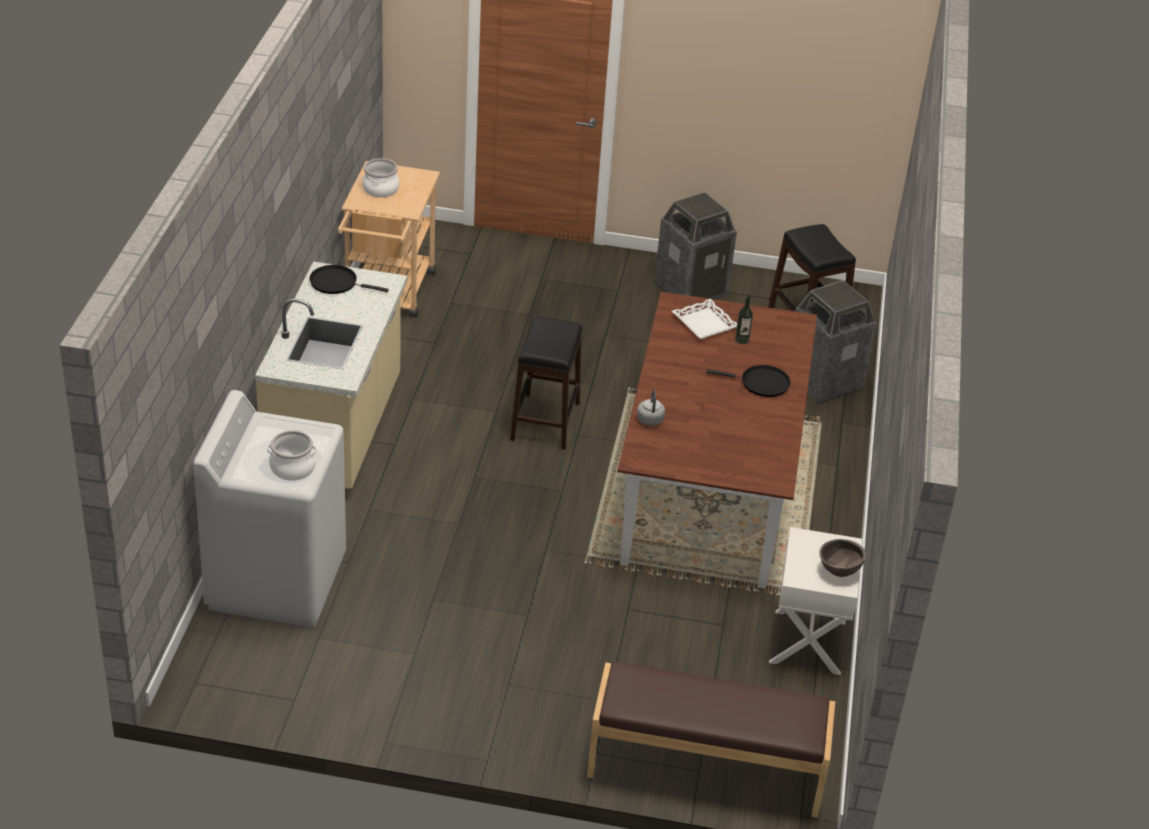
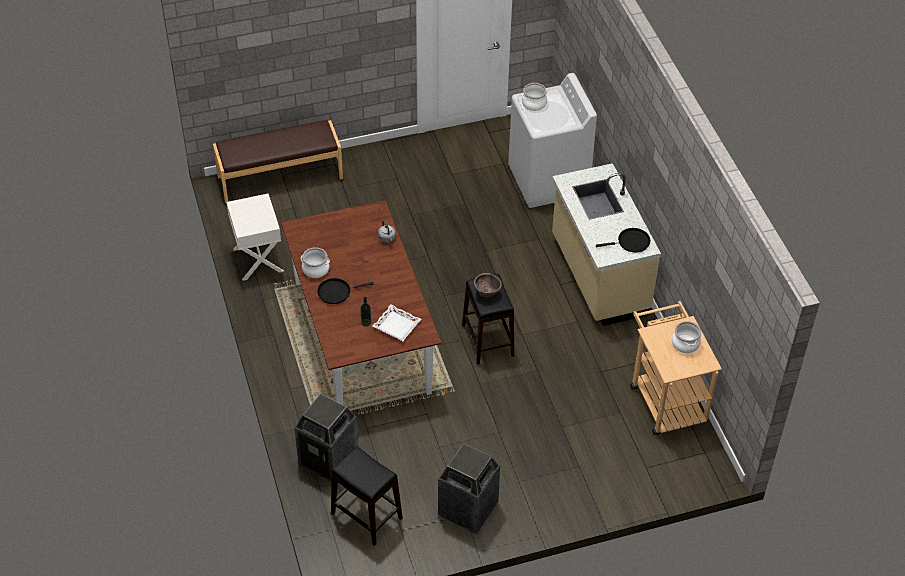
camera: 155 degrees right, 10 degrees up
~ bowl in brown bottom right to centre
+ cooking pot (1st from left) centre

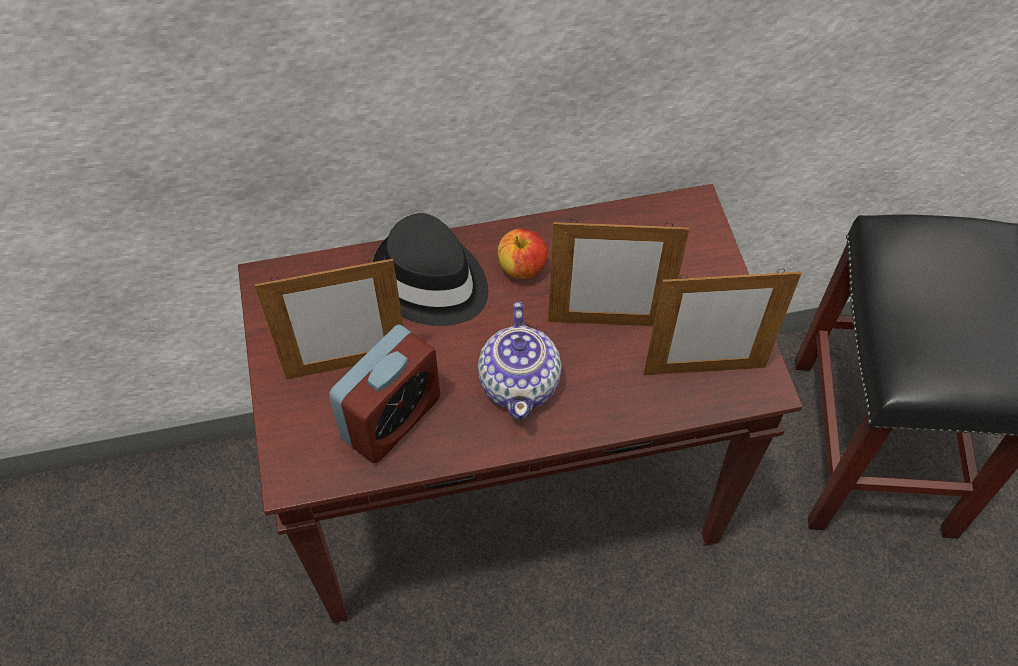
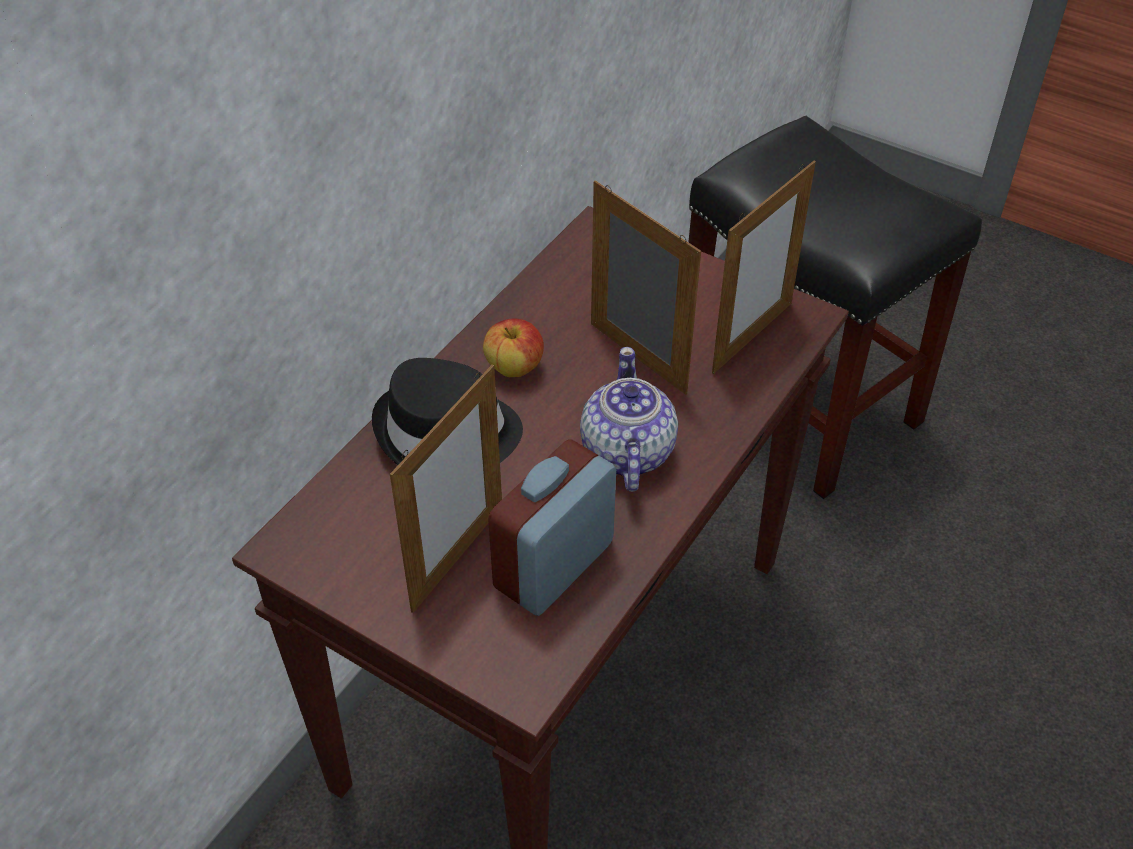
camera: 45 degrees left, 10 degrees down
~ alarm clock centre = centre 135 degrees counterclockwise
~ teapot centre = centre 135 degrees counterclockwise
~ picture frame (2nd from left) centre = centre 90 degrees counterclockwise

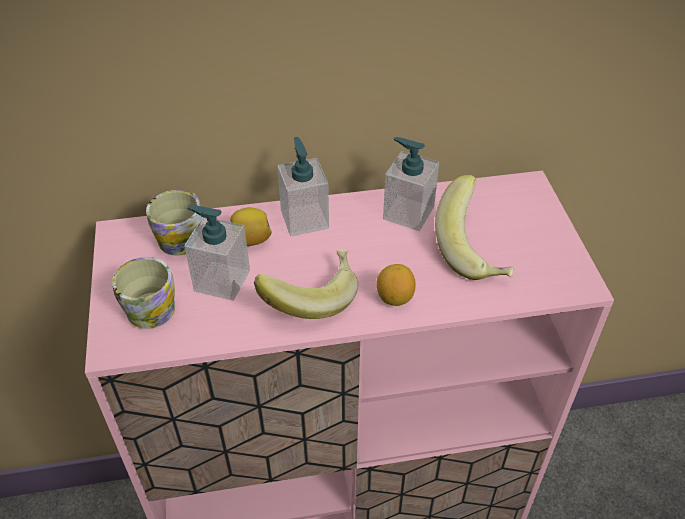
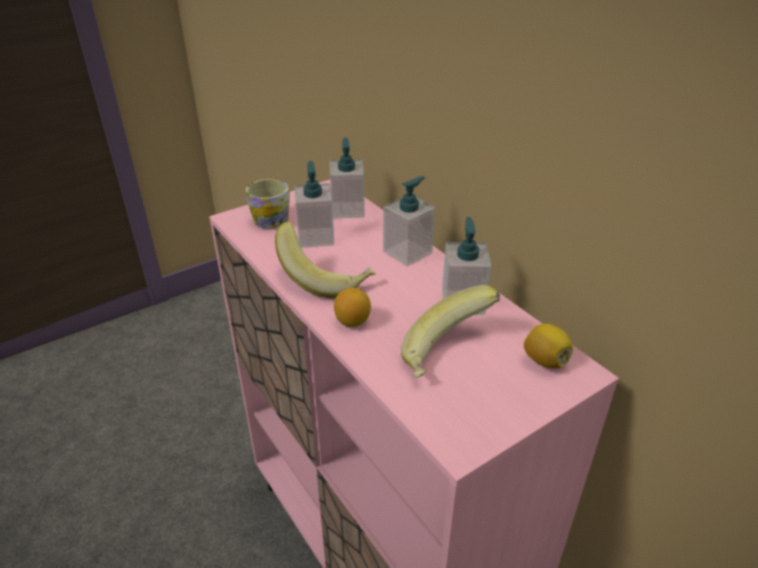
camera: 65 degrees right, 10 degrees down
~ mug (2nd from left) middle left to soap dispenser (2nd from left) top centre
~ lemon (1st from left in the first image) centre to lemon (2nd from left) middle right

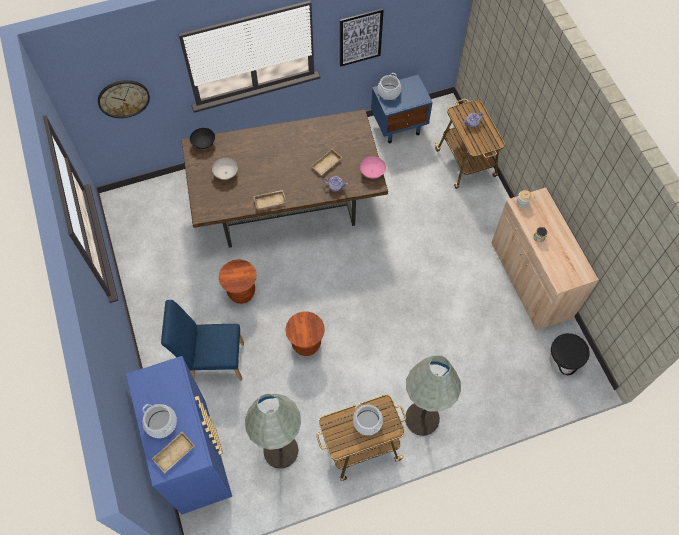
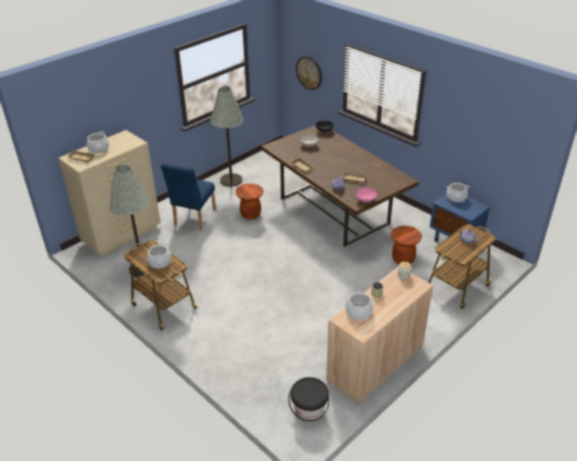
camera: 65 degrees right, 25 degrees down
~ dresser in blue bottom left to dresser in beige middle left
~ chair in blue middle left = middle left 135 degrees counterclockwise
~ stool in brown (2nd from left) centre to middle right
- picture top centre
~ floor lamp in grey (2nd from left) bottom centre to top centre
+ cooking pot (3rd from left) centre

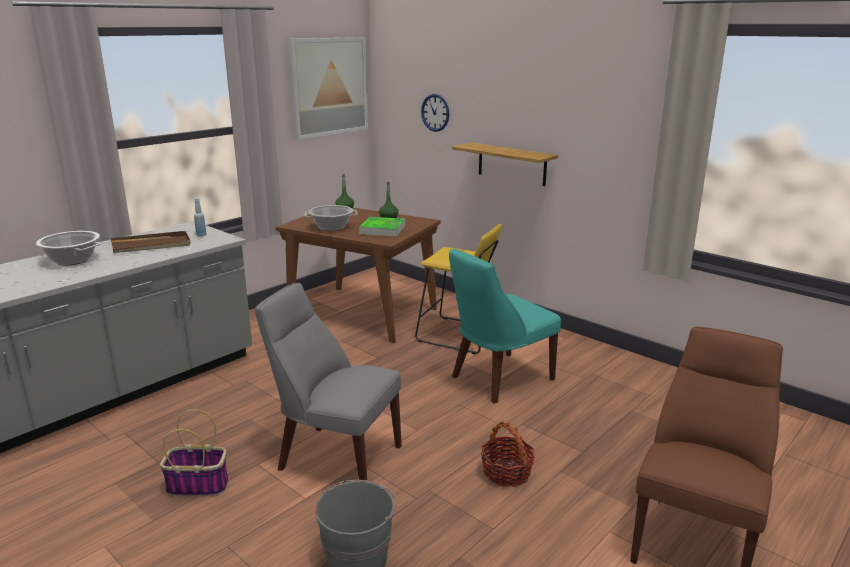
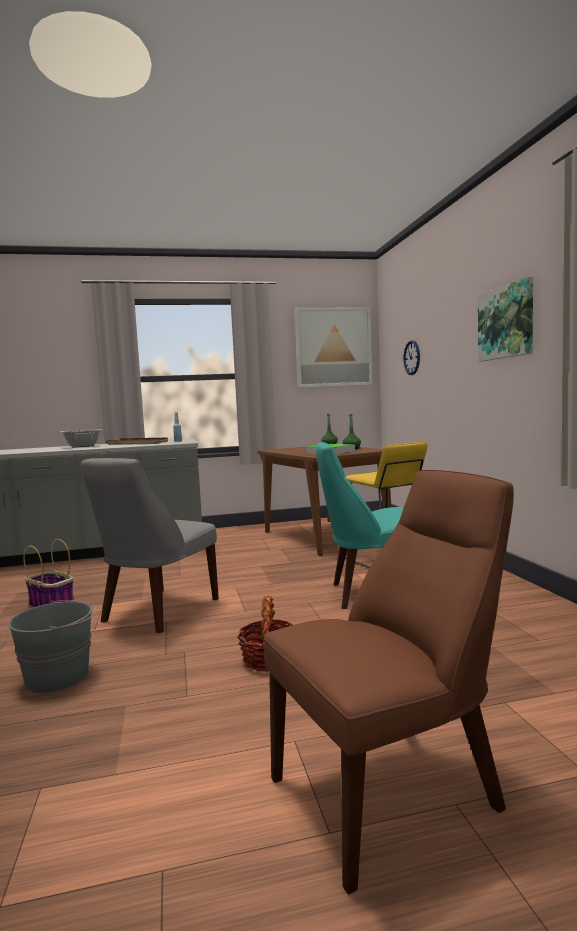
camera: 35 degrees right, 15 degrees down
~ chair in grey bottom centre = middle left 120 degrees counterclockwise
- cooking pot (2nd from left) centre
- shelf top centre
+ picture (2nd from left) middle right

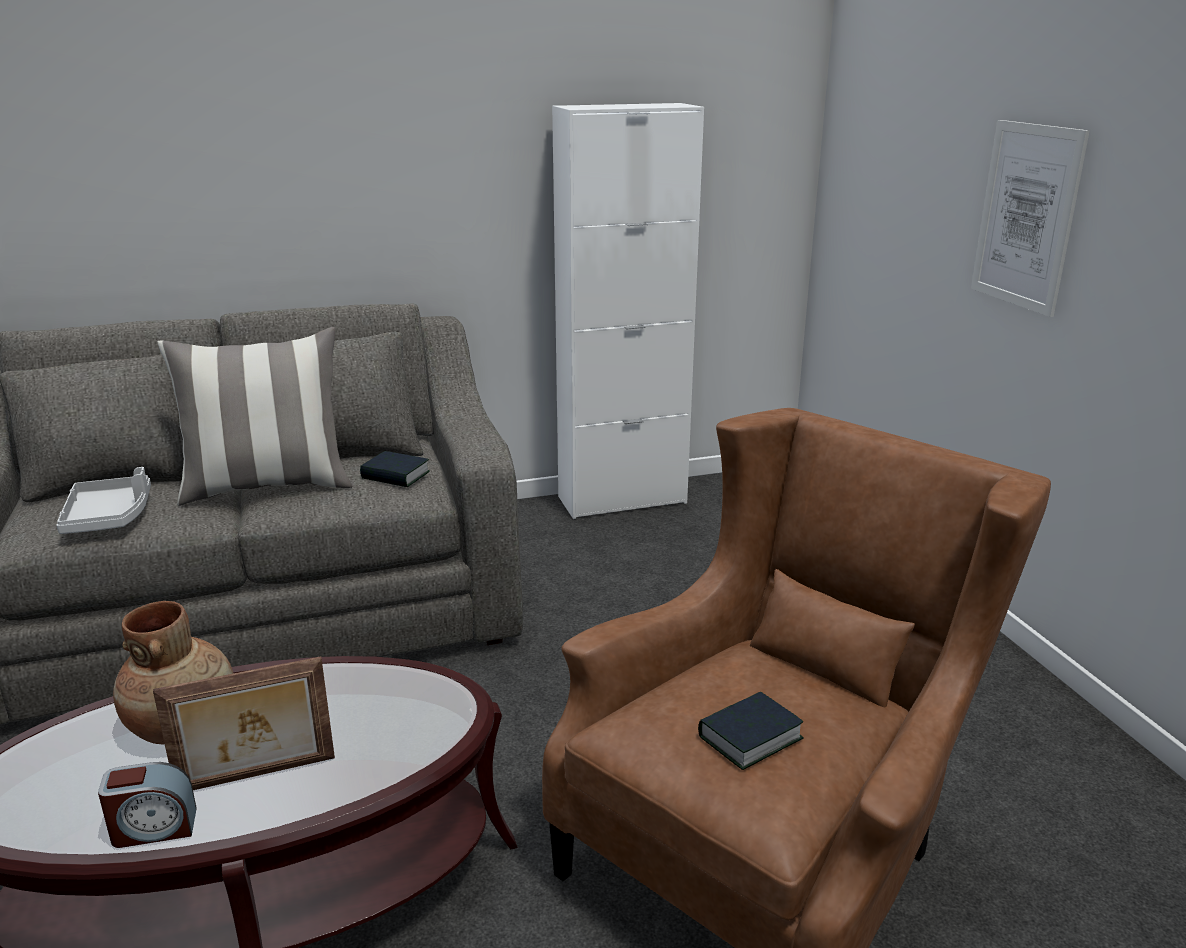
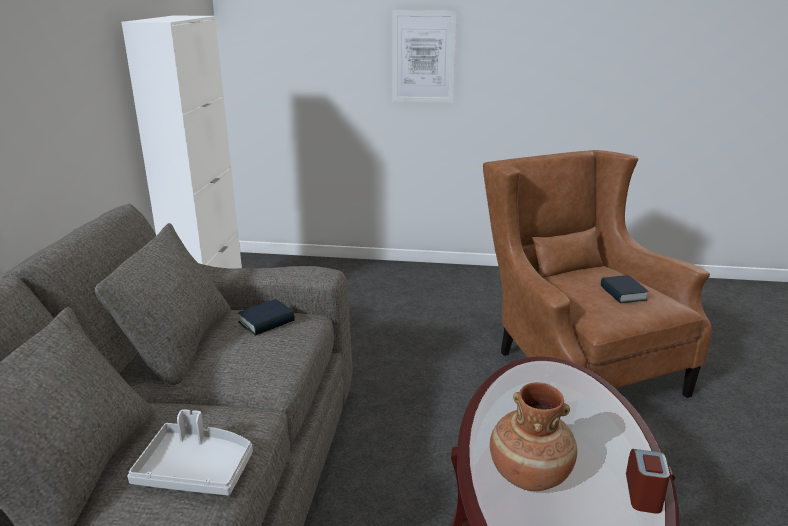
camera: 65 degrees left, 0 degrees up
- picture frame bottom left
- pillow middle left

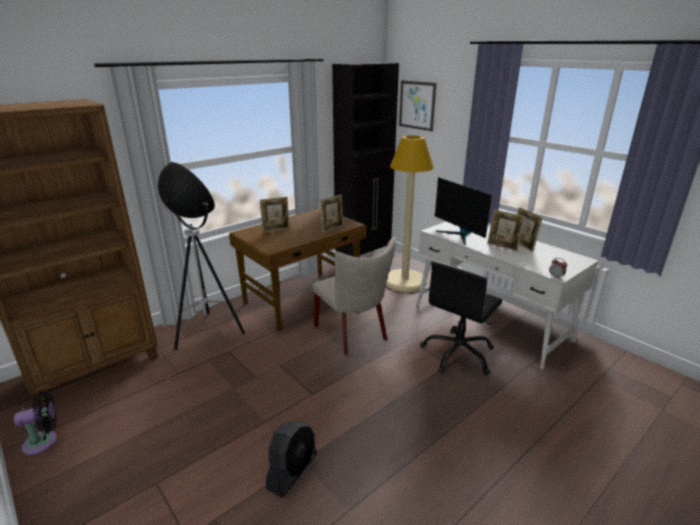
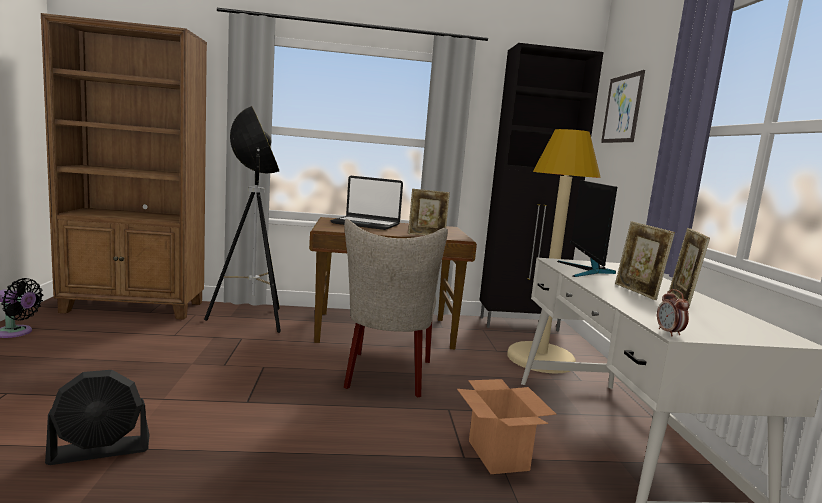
camera: 35 degrees right, 15 degrees down
~ picture frame (1st from left) centre to laptop centre
~ office chair in black centre to cardboard box bottom centre

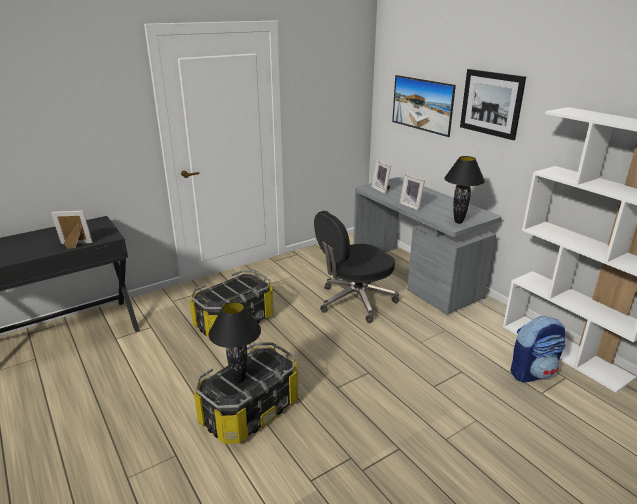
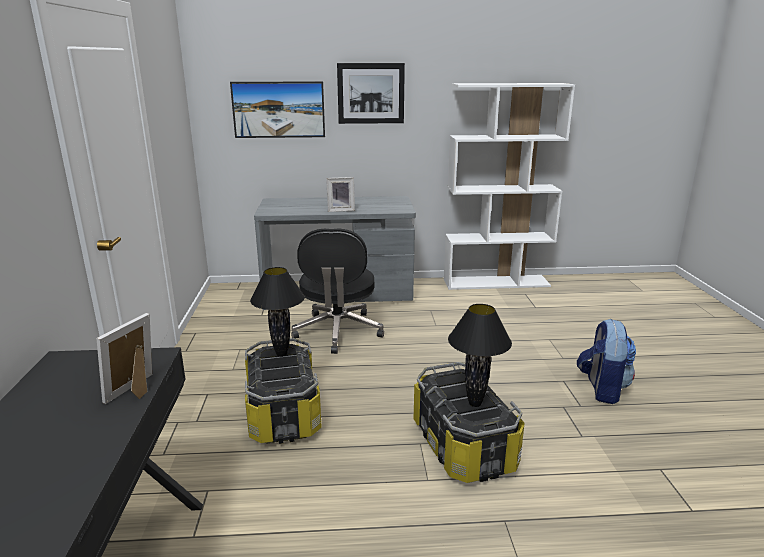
camera: 60 degrees left, 5 degrees down
- picture frame (2nd from left) centre
~ table lamp in black (2nd from left in the first image) middle right to table lamp in black (1st from left) centre
~ backpack bottom right to middle right

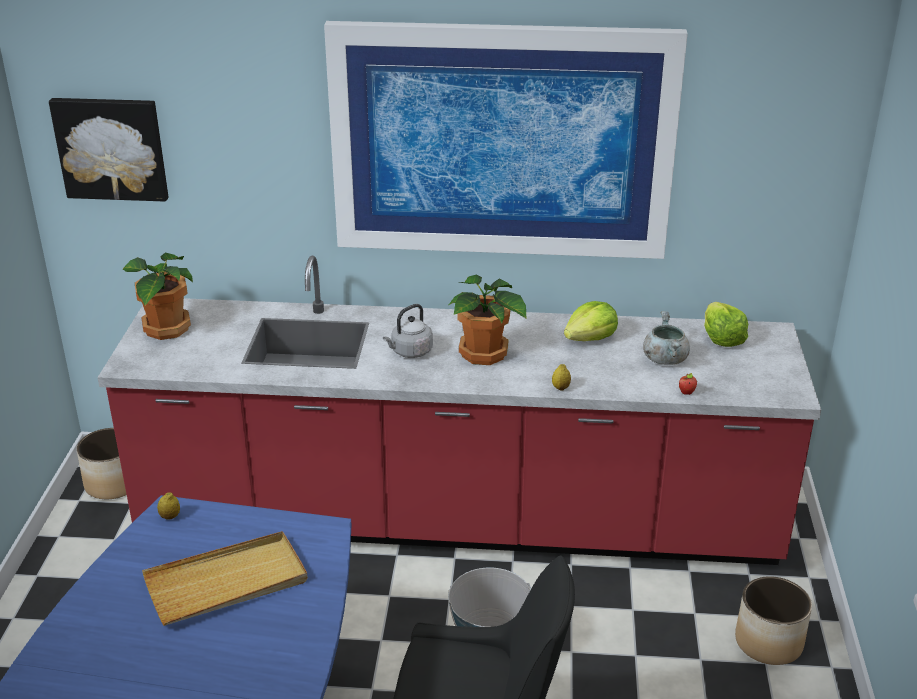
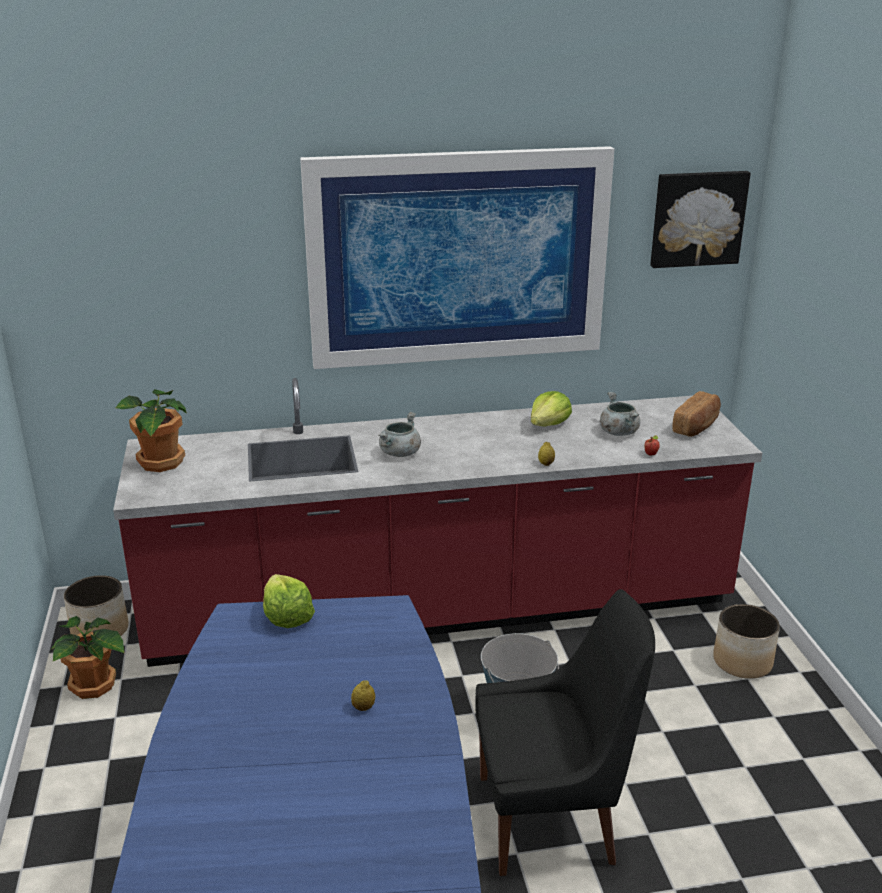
camera: 15 degrees left, 5 degrees down
~ picture (1st from left in the first image) top left to picture (2nd from left) top right
- tray in beige bottom left
~ lemon (1st from left) bottom left to bottom centre
~ kettle in grey centre to cooking pot in grey (1st from left) centre
~ potted plant (2nd from left in the first image) centre to potted plant (1st from left) bottom left
~ lettuce (2nd from left in the first image) middle right to lettuce (1st from left) bottom left
+ bread middle right

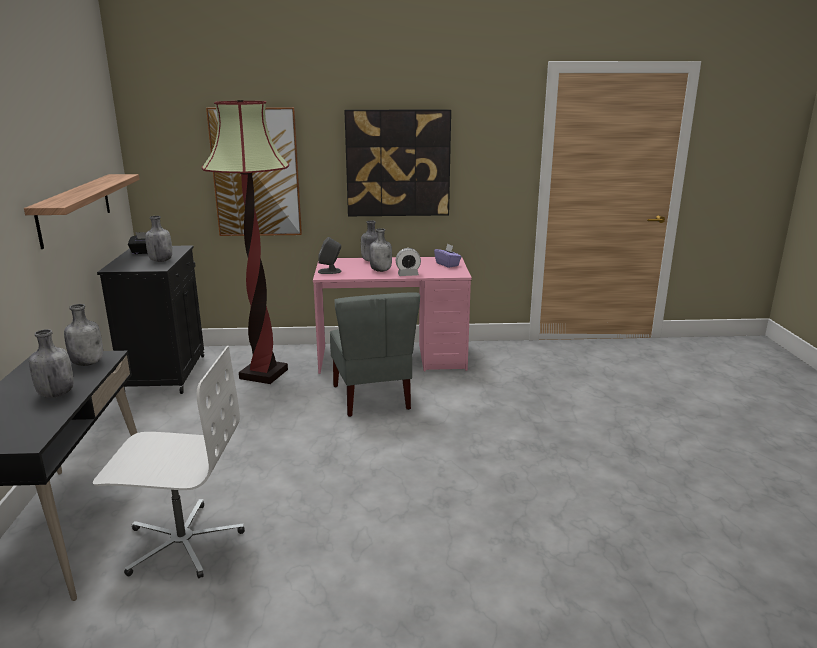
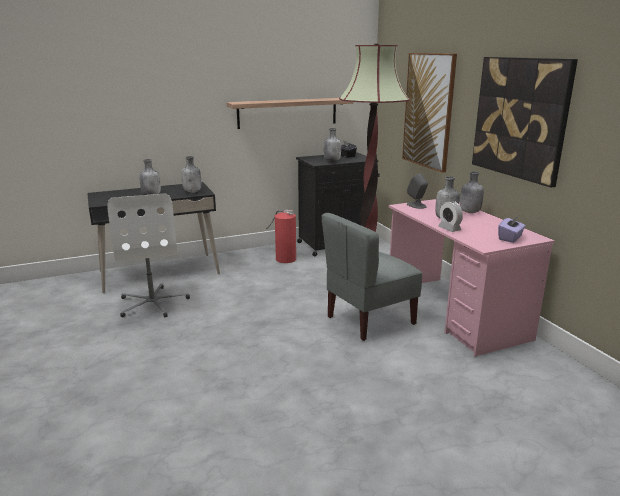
camera: 70 degrees right, 0 degrees up
+ fire extinguisher centre

